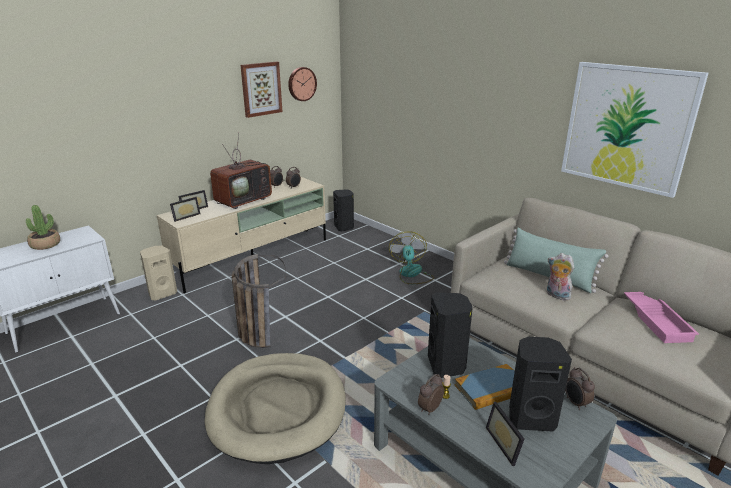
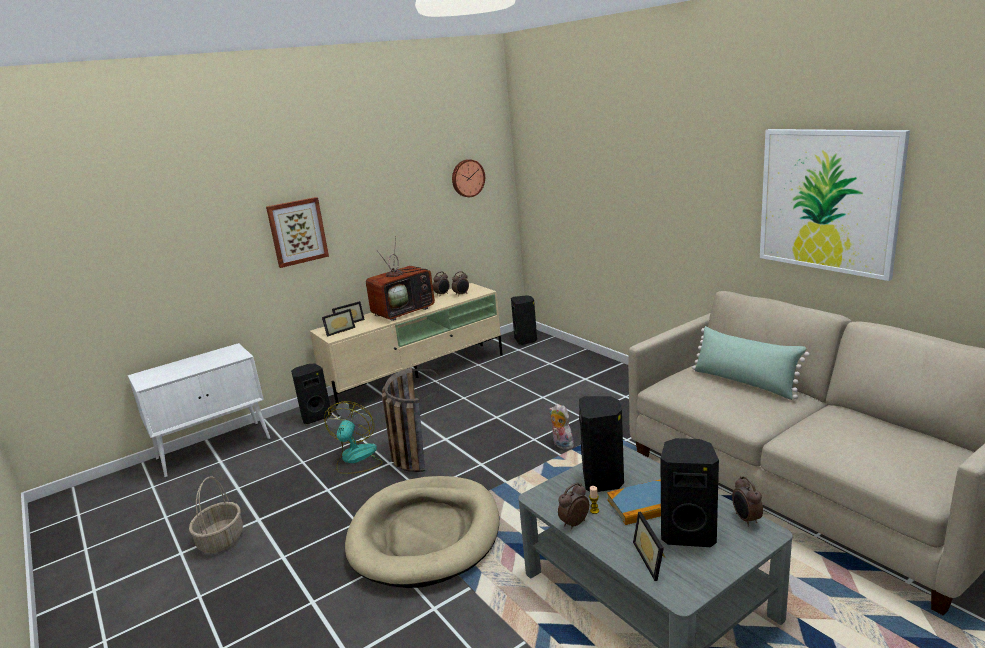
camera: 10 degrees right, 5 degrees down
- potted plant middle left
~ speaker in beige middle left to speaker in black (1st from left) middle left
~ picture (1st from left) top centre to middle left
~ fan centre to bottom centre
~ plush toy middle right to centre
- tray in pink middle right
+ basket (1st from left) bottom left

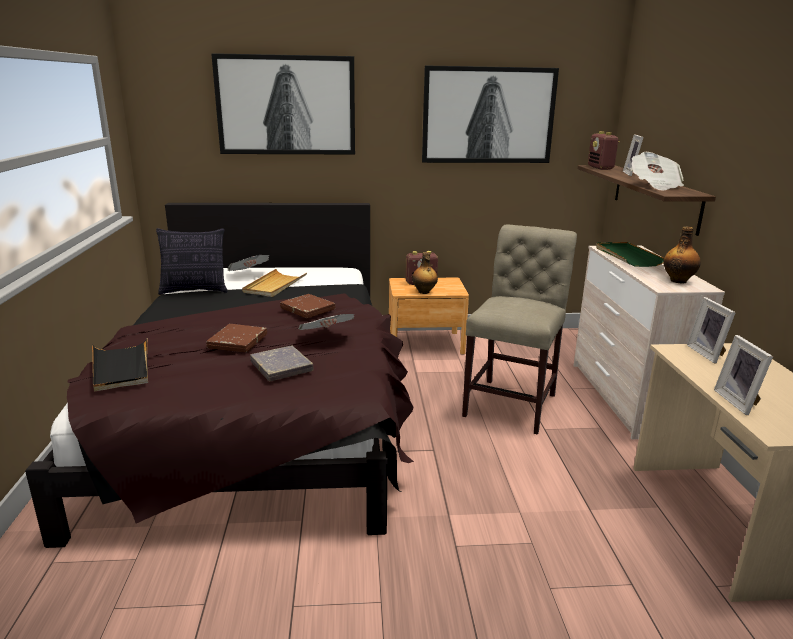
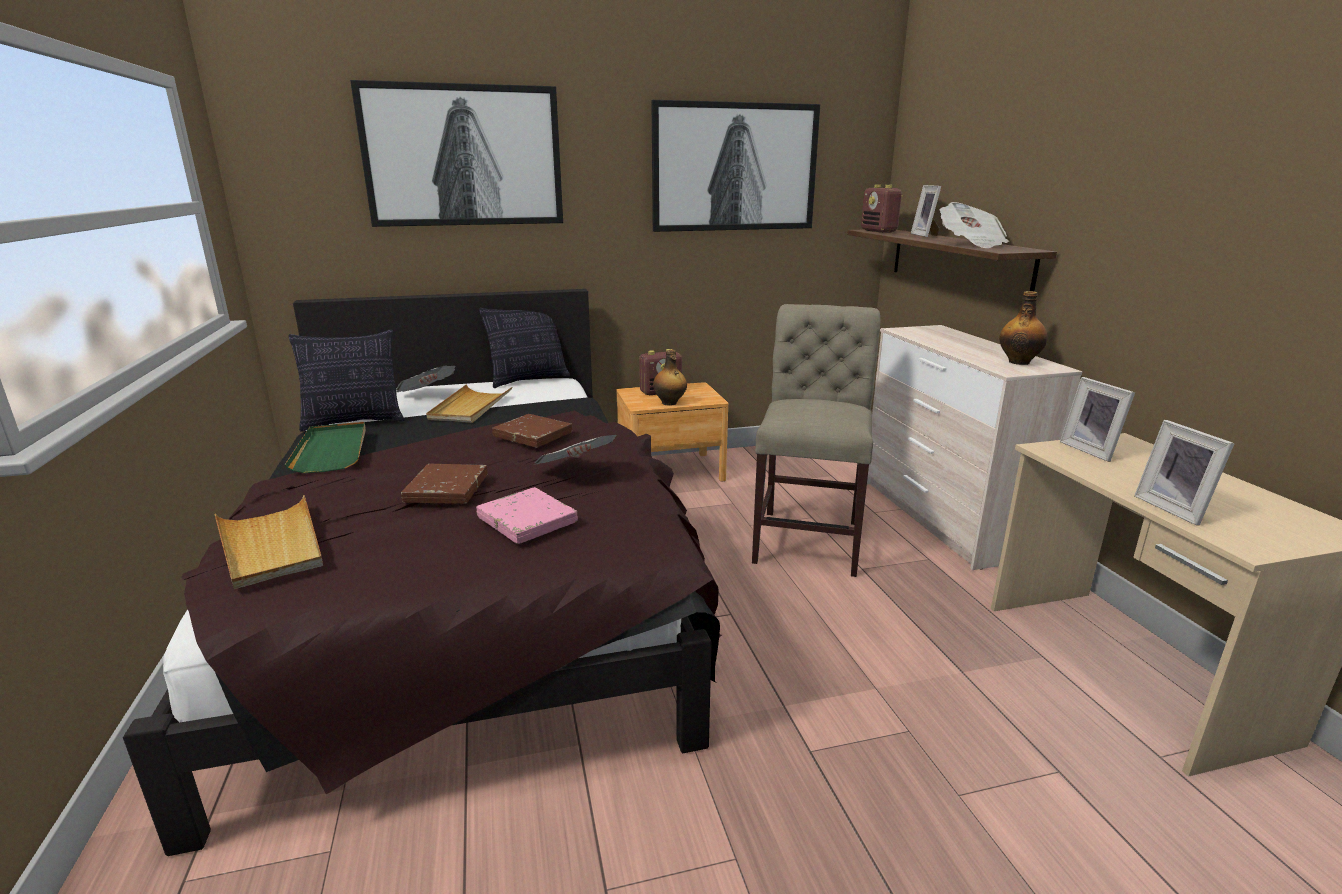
camera: 10 degrees left, 0 degrees up
~ tray in black middle left to tray in beige (1st from left) middle left
~ book in grey centre to book in pink centre
~ tray in green middle right to middle left
+ pillow (2nd from left) centre

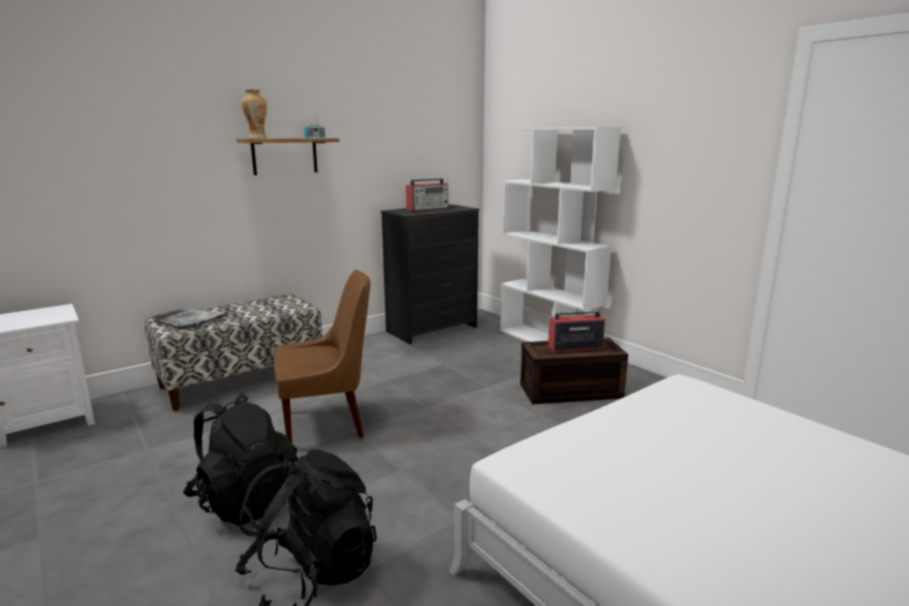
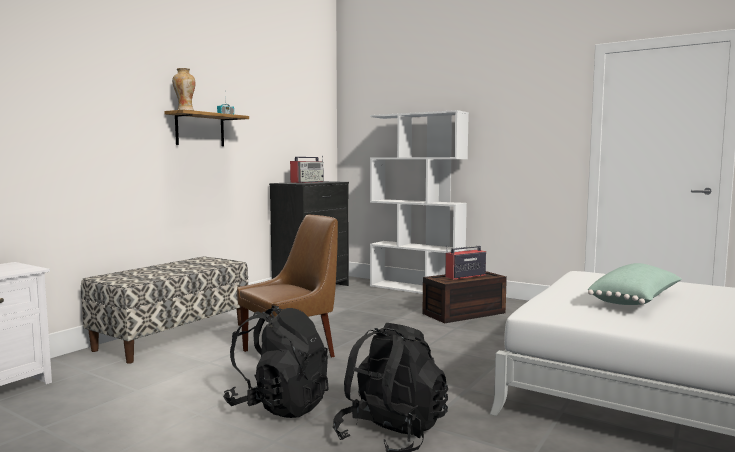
camera: 20 degrees left, 10 degrees down
- tray in grey middle left
+ pillow in green middle right

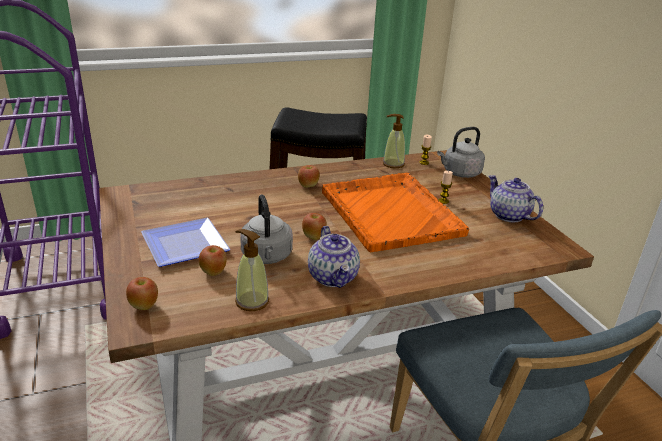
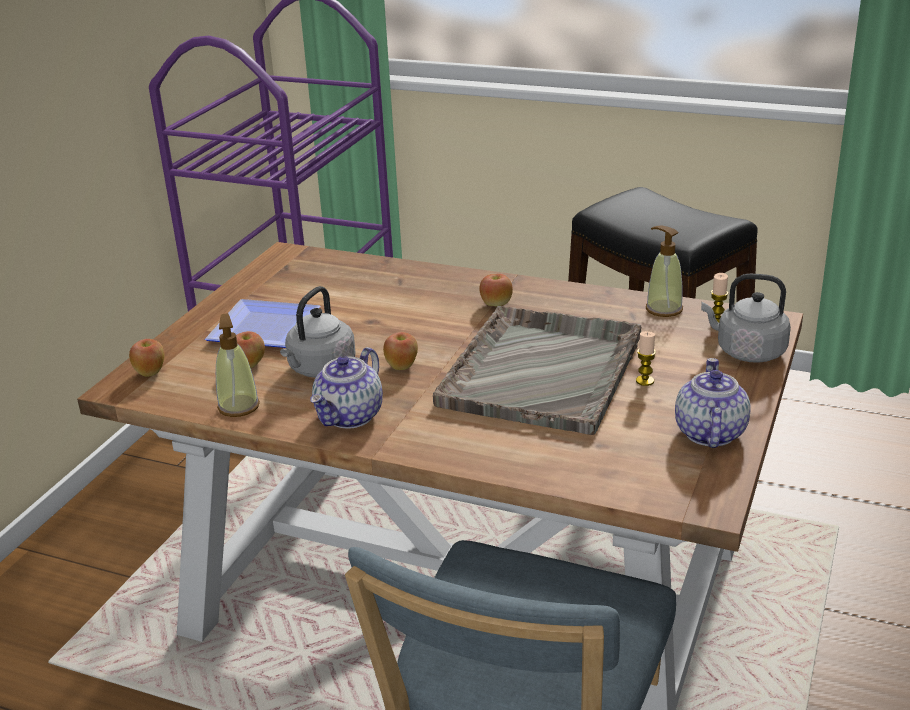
camera: 45 degrees right, 0 degrees up
~ tray in orange centre to tray in grey centre

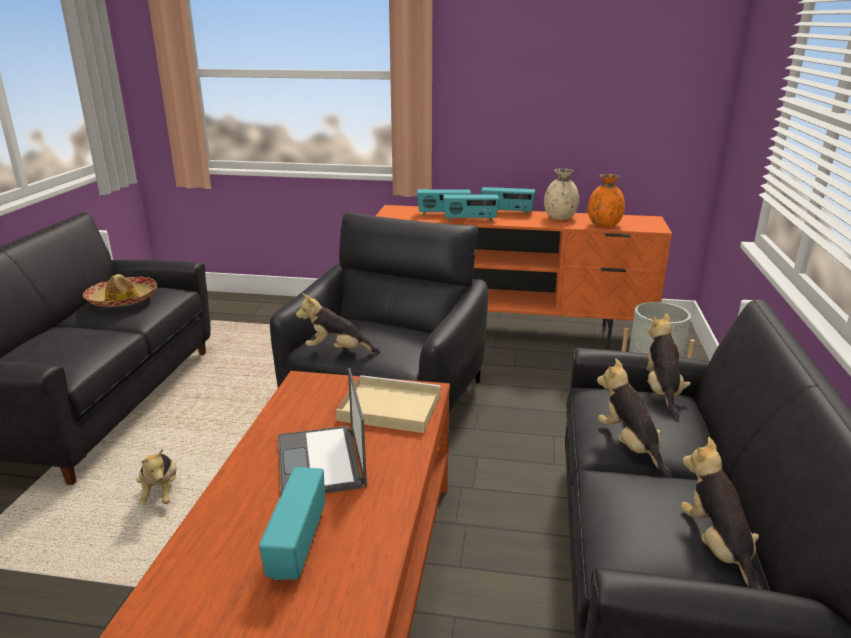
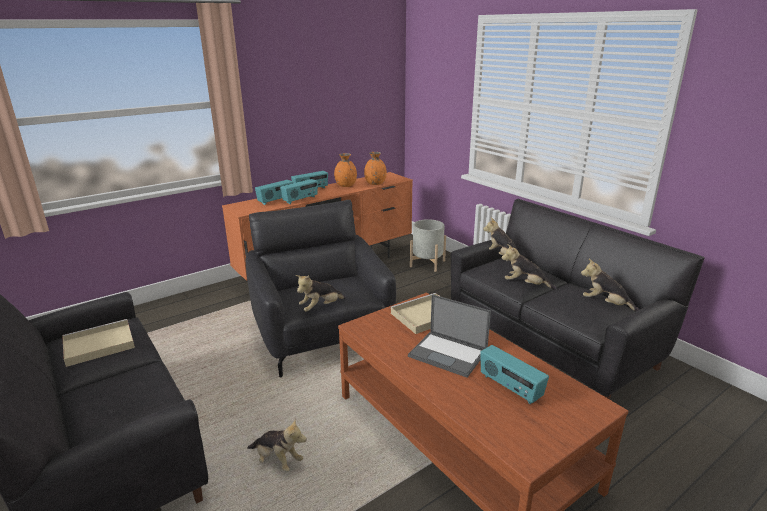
camera: 45 degrees left, 0 degrees up
~ hat middle left to tray in beige (1st from left) bottom left
~ vase in beige top centre to vase in orange (1st from left) top centre

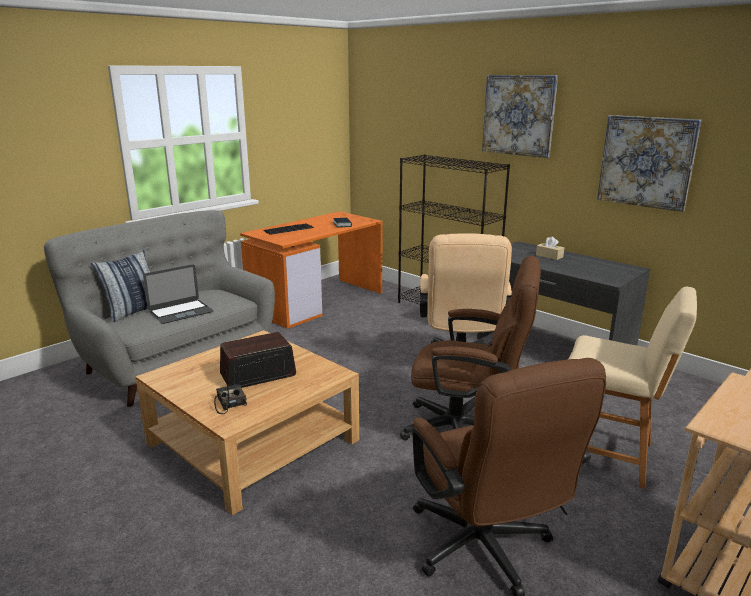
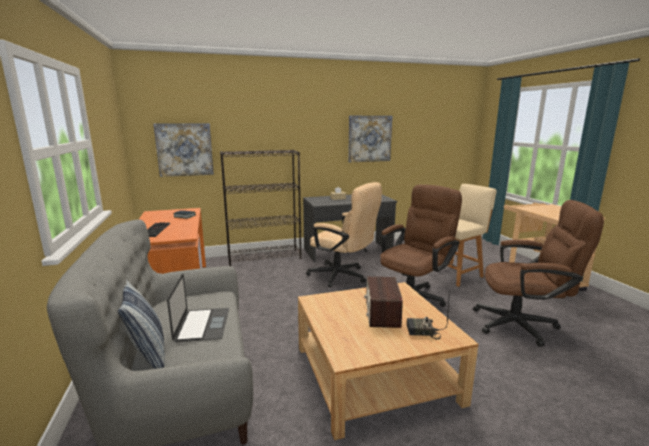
camera: 60 degrees left, 5 degrees down
~ picture (1st from left) top right to middle left

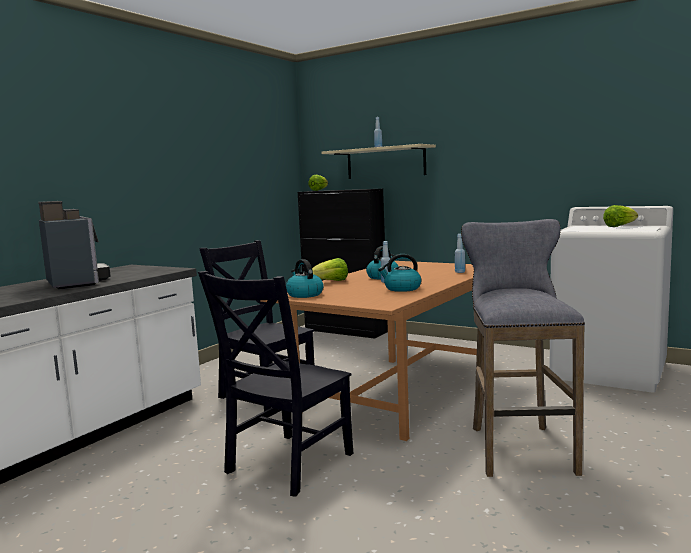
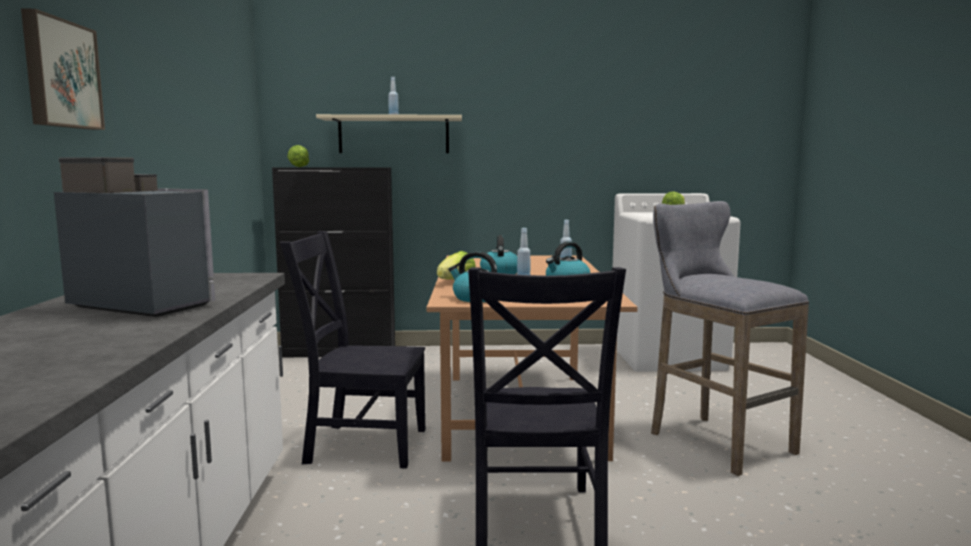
camera: 35 degrees left, 0 degrees up
+ picture top left

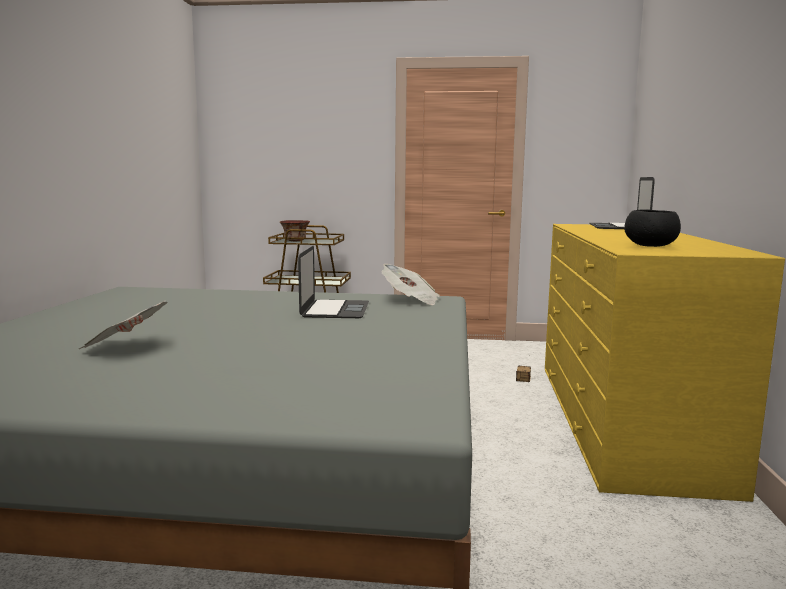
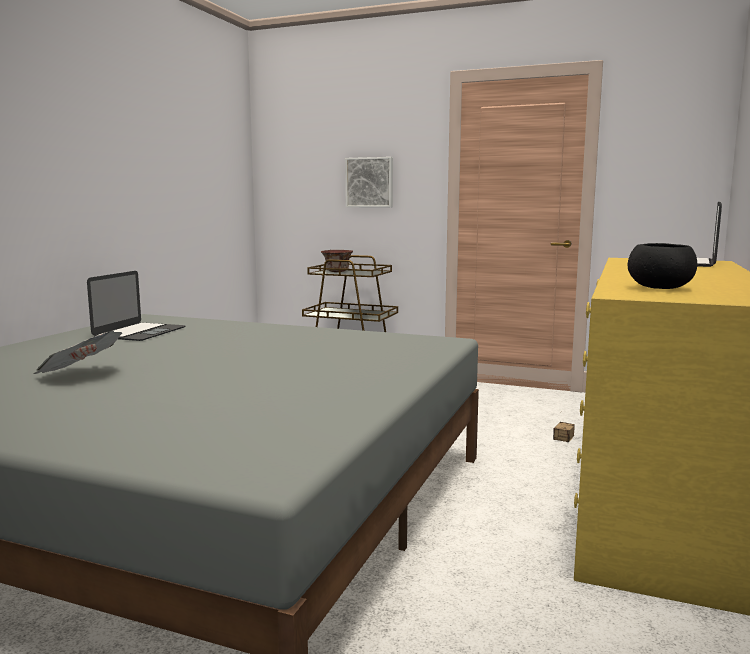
camera: 15 degrees right, 0 degrees up
~ laptop (1st from left) centre to middle left
- newspaper (2nd from left) centre
+ picture top centre

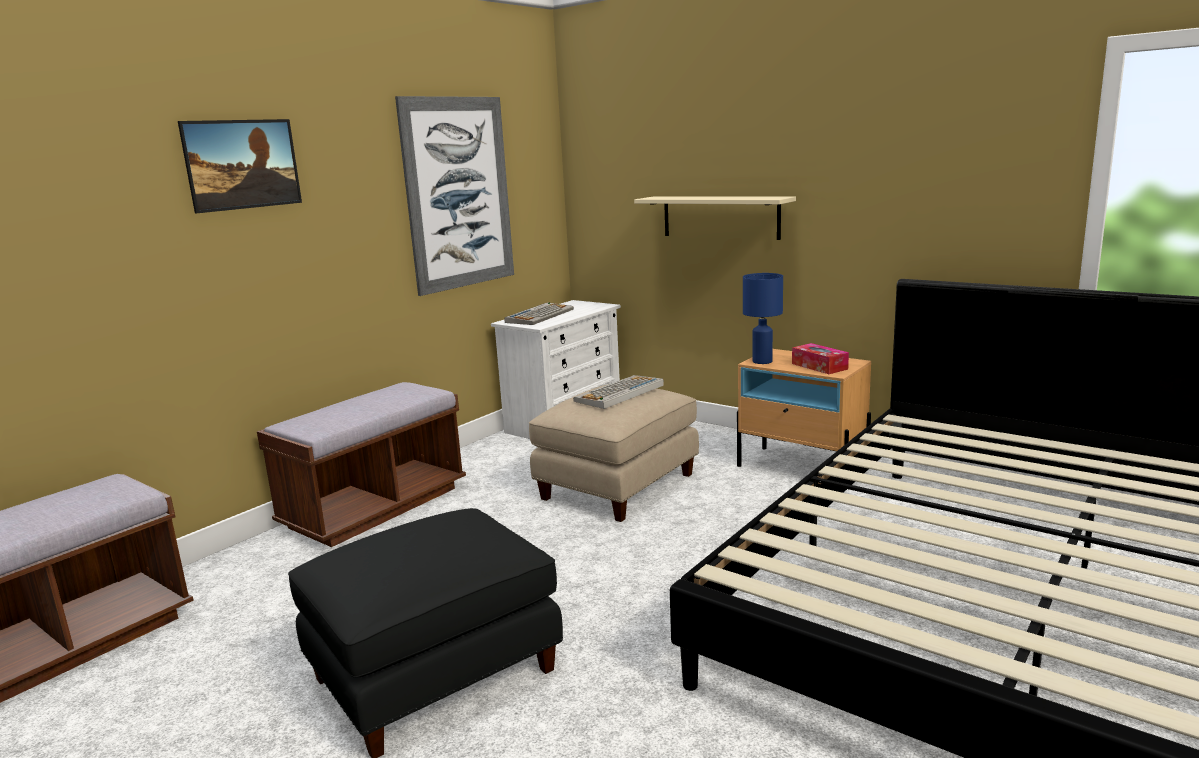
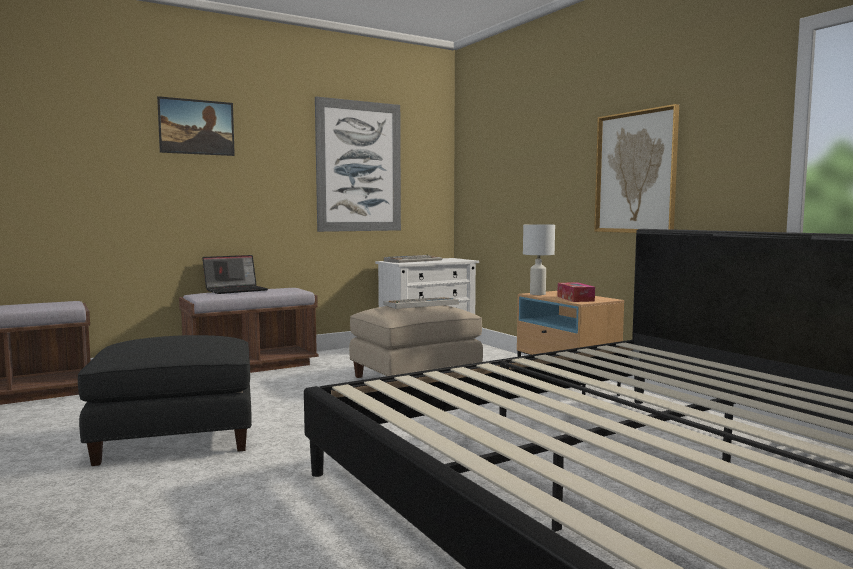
camera: 20 degrees right, 10 degrees down
- shelf in beige top centre
~ table lamp in blue centre to table lamp in white centre
+ laptop middle left
+ picture (3rd from left) top right

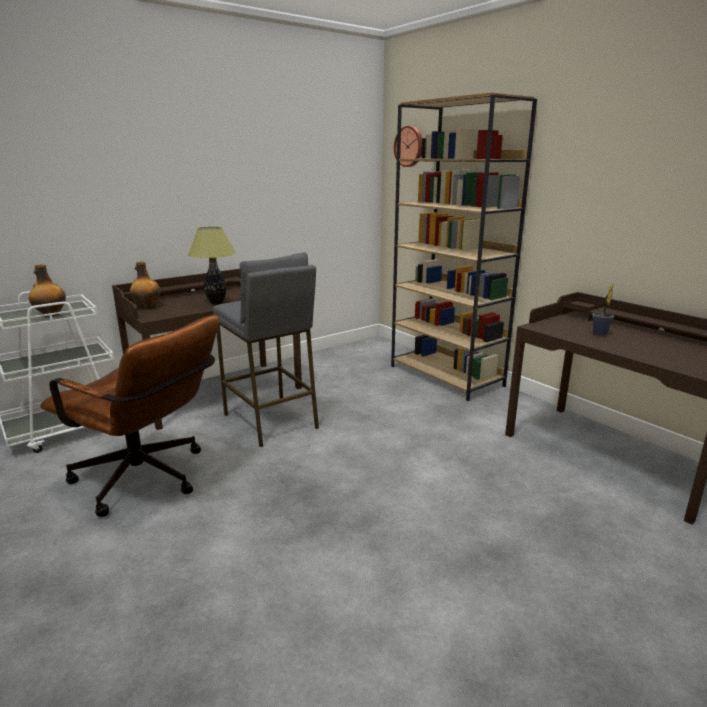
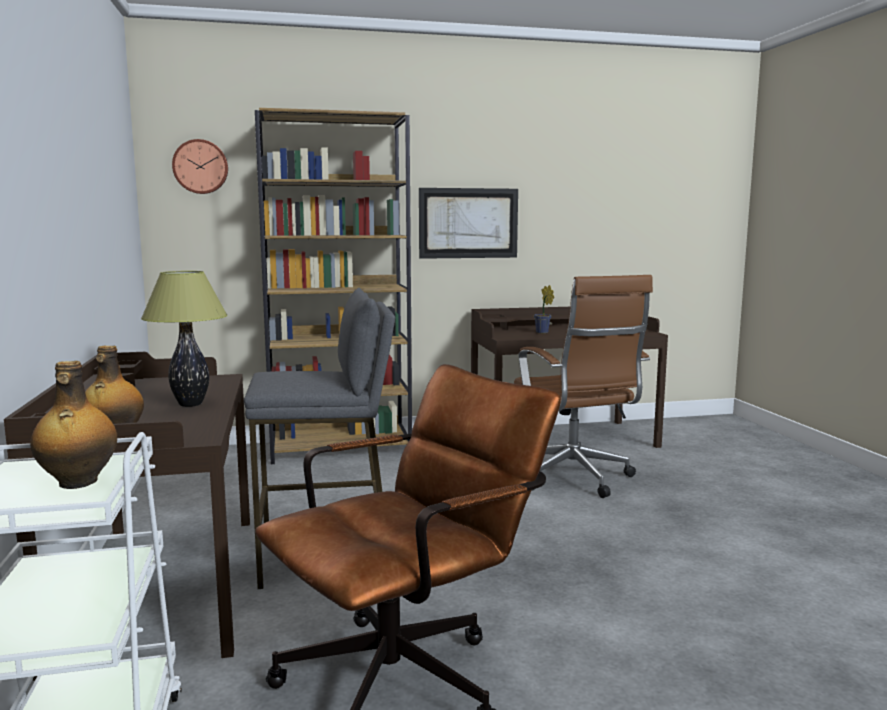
camera: 65 degrees left, 10 degrees down
+ picture top centre
+ office chair in brown (2nd from left) centre

